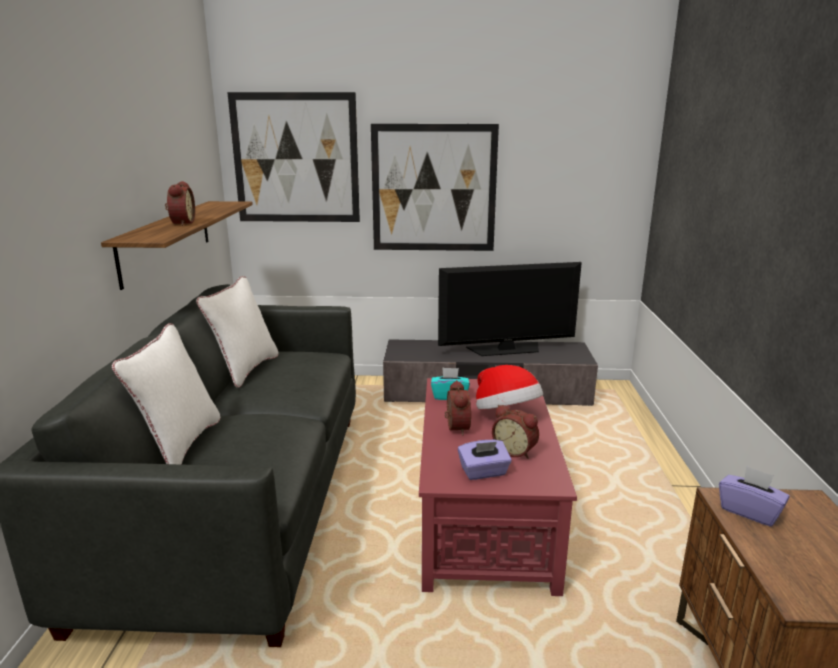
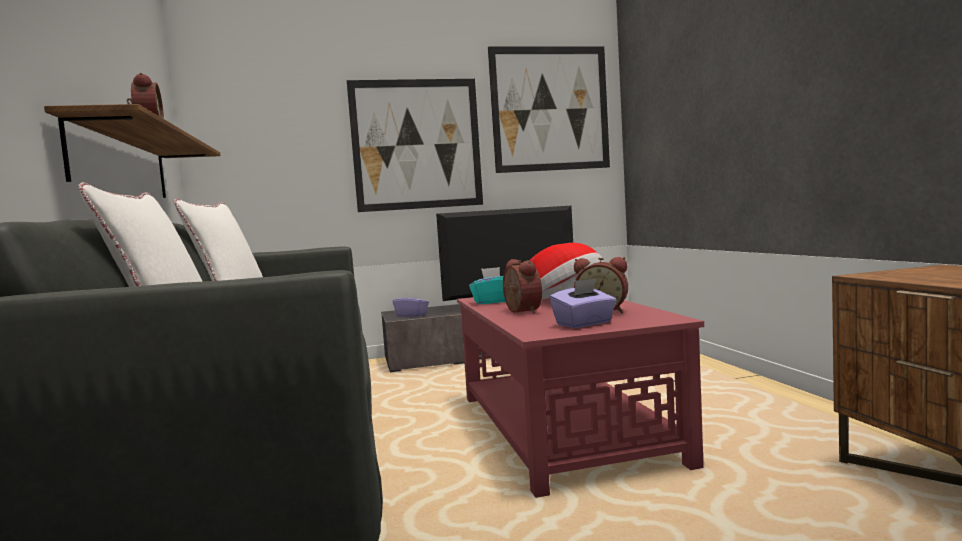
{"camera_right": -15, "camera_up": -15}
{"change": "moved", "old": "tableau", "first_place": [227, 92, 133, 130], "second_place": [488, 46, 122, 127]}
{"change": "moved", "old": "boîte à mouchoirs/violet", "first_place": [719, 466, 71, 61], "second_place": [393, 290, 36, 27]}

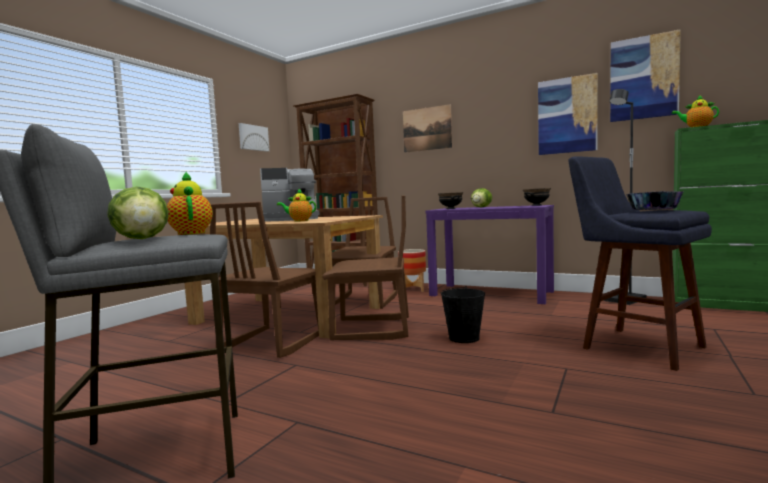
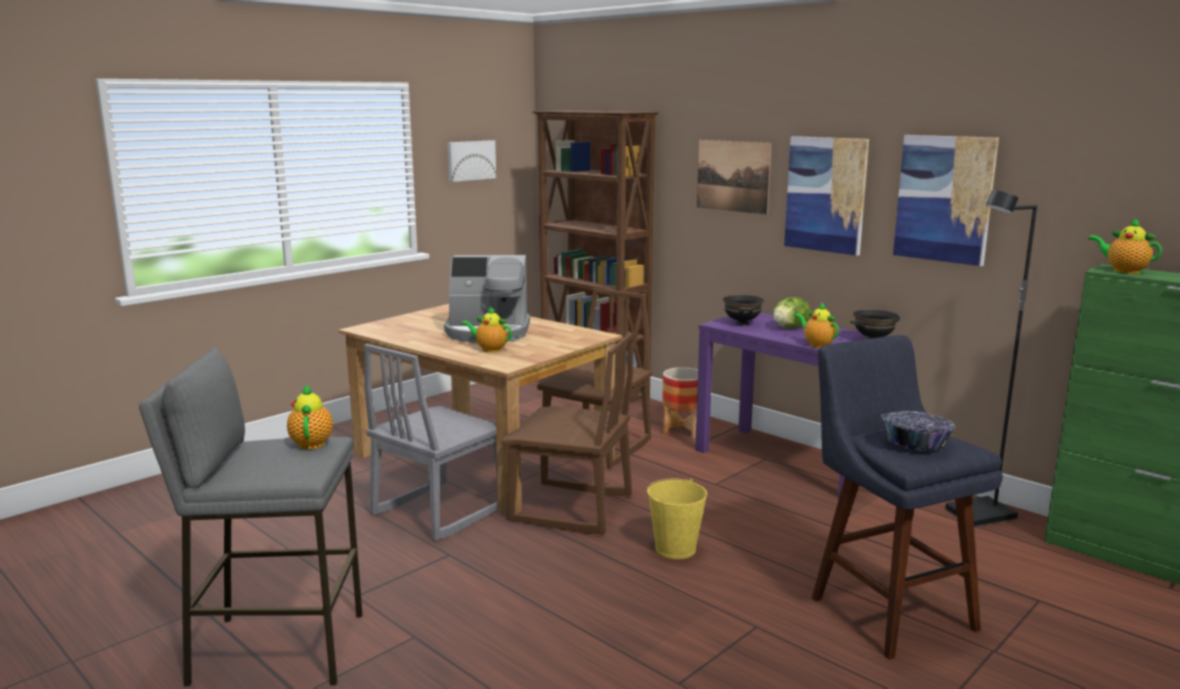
{"camera_right": 15, "camera_up": 10}
{"change": "moved", "old": "tableau", "first_place": [610, 29, 71, 93], "second_place": [784, 136, 85, 120]}
{"change": "removed", "old": "laitue", "first_place": [107, 187, 62, 52]}
{"change": "recoloured", "old": "chaise/marron", "new": "chaise/gris", "first_place": [210, 202, 109, 156], "second_place": [364, 344, 134, 197]}
{"change": "recoloured", "old": "seau/noir", "new": "seau/jaune", "first_place": [440, 286, 45, 57], "second_place": [647, 478, 60, 81]}
{"change": "added", "new": "théière", "second_place": [795, 303, 44, 45]}

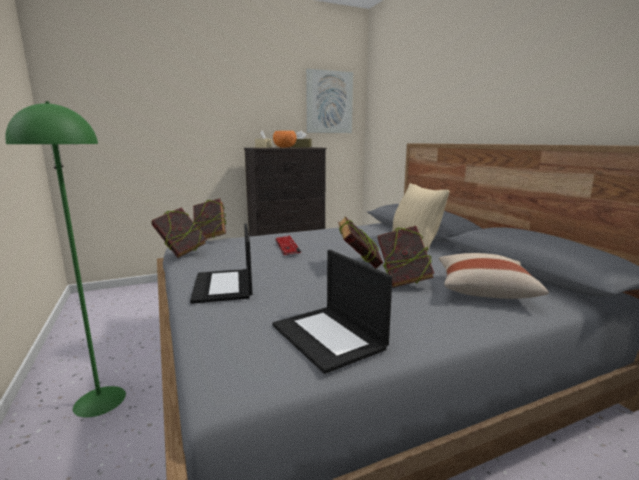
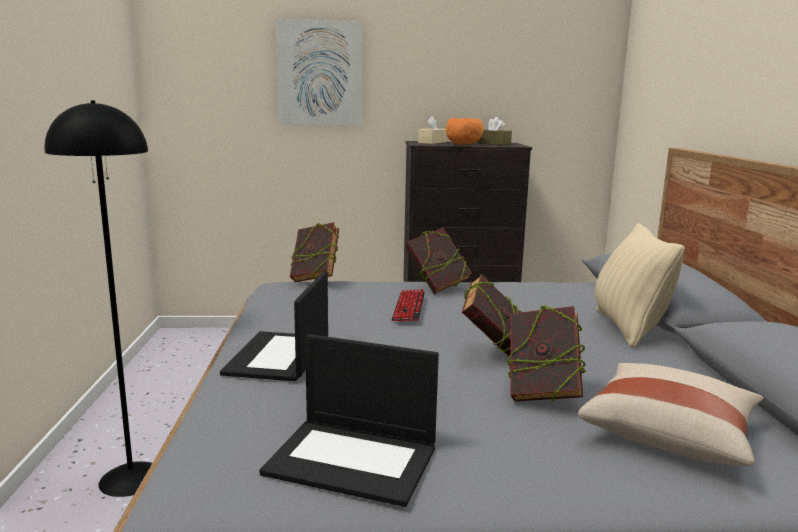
{"camera_right": 20, "camera_up": 0}
{"change": "moved", "old": "tableau", "first_place": [306, 69, 47, 64], "second_place": [276, 19, 86, 107]}
{"change": "recoloured", "old": "lampadaire/vert", "new": "lampadaire/noir", "first_place": [5, 101, 121, 316], "second_place": [45, 100, 107, 397]}
{"change": "moved", "old": "livre", "first_place": [151, 208, 56, 50], "second_place": [406, 228, 66, 66]}
{"change": "turned", "old": "ordinateur portable", "first_place": [272, 250, 120, 124], "second_place": [260, 334, 179, 173], "degrees": -60}

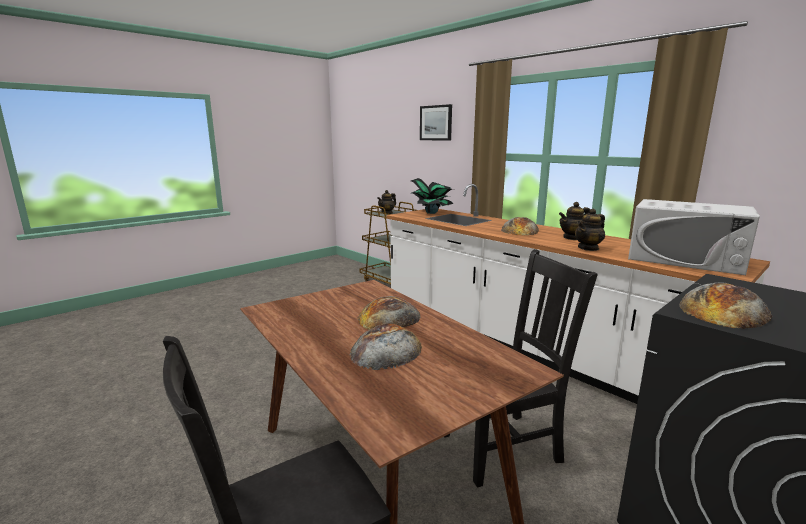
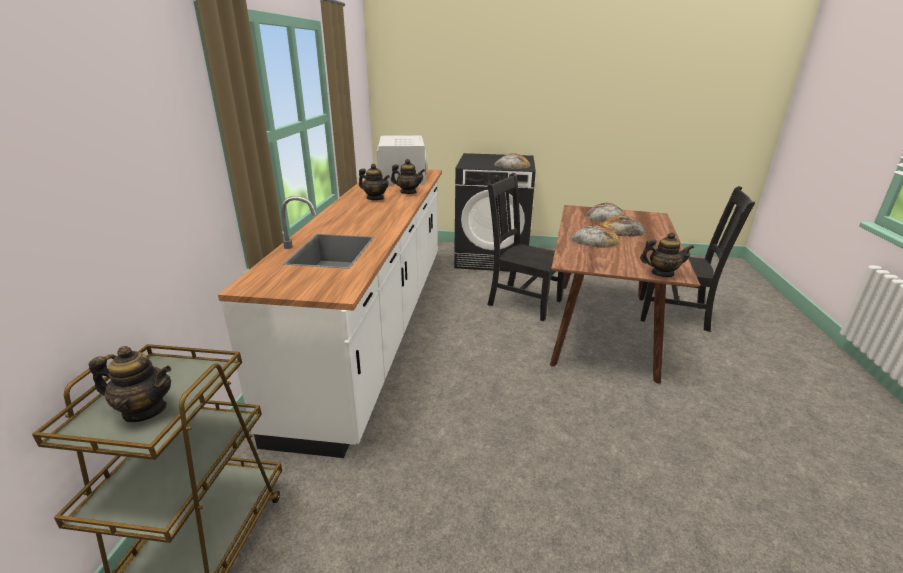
{"camera_right": -130, "camera_up": 10}
{"change": "removed", "old": "tableau", "first_place": [420, 104, 32, 37]}
{"change": "removed", "old": "plante en pot", "first_place": [411, 178, 42, 36]}
{"change": "moved", "old": "pain", "first_place": [501, 217, 38, 19], "second_place": [585, 203, 41, 19]}
{"change": "added", "new": "théière", "second_place": [640, 232, 55, 45]}

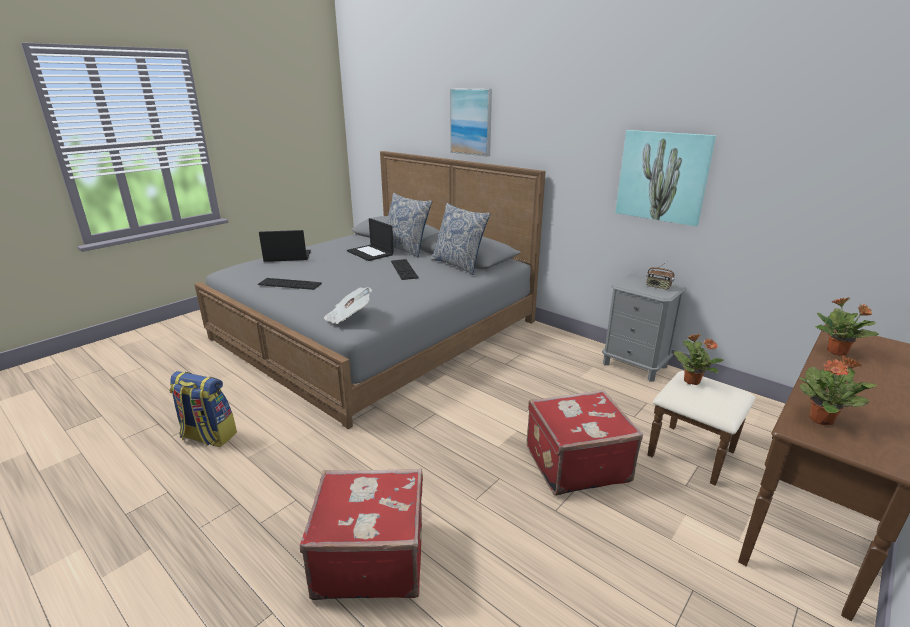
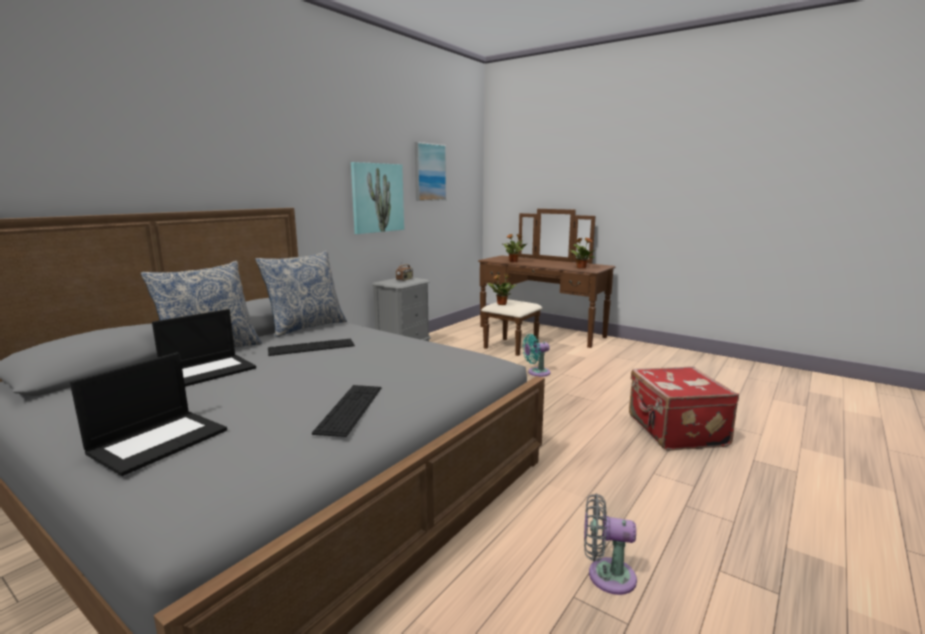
{"camera_right": -95, "camera_up": -10}
{"change": "moved", "old": "tableau", "first_place": [450, 88, 42, 69], "second_place": [415, 142, 31, 59]}
{"change": "turned", "old": "ordinateur portable", "first_place": [259, 230, 52, 32], "second_place": [70, 352, 157, 124], "degrees": -135}
{"change": "removed", "old": "journal", "first_place": [324, 287, 48, 37]}
{"change": "replaced", "old": "sac à dos", "new": "ventilateur/gris", "first_place": [170, 371, 67, 76], "second_place": [584, 494, 53, 101]}
{"change": "replaced", "old": "valise/rouge", "new": "ventilateur/turquoise", "first_place": [527, 390, 116, 106], "second_place": [522, 334, 29, 43]}

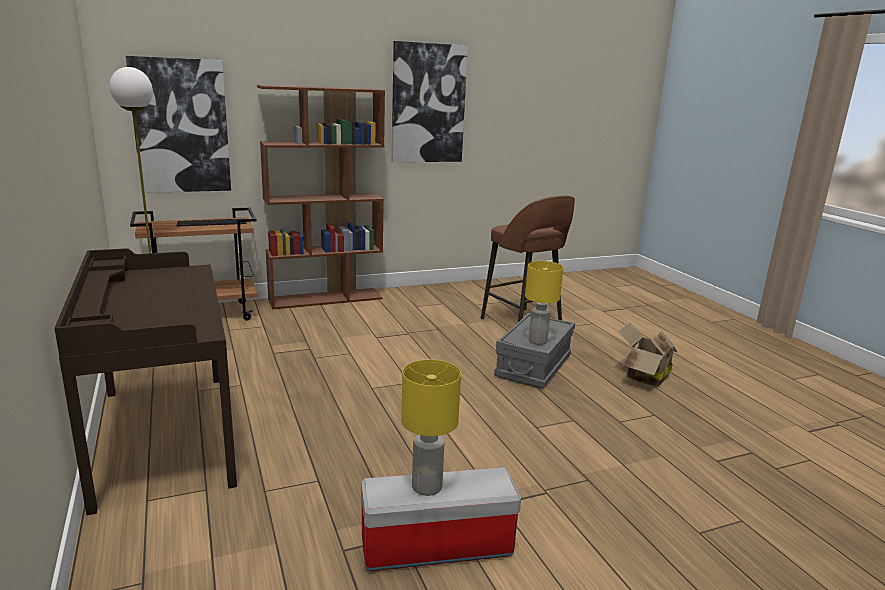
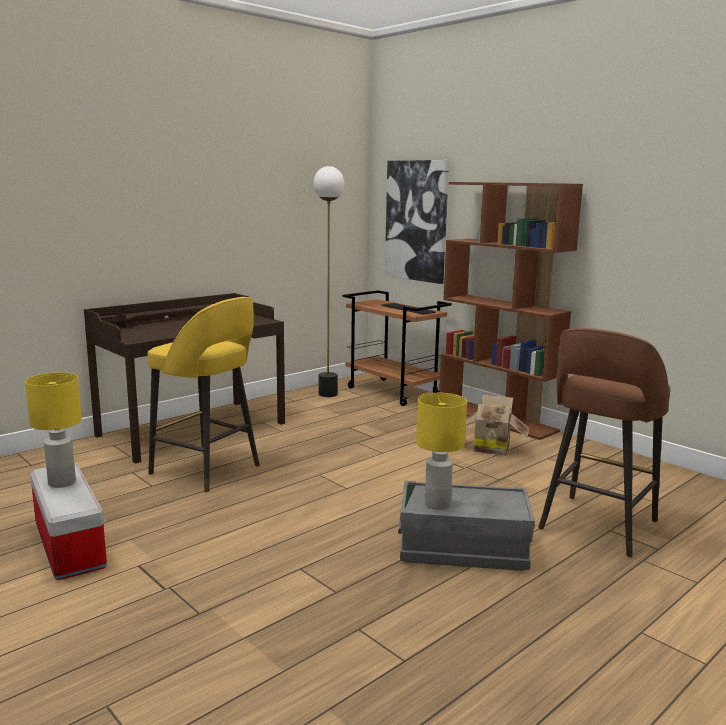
{"camera_right": 70, "camera_up": -5}
{"change": "removed", "old": "tableau", "first_place": [392, 41, 76, 121]}
{"change": "moved", "old": "carton", "first_place": [619, 323, 58, 64], "second_place": [466, 395, 63, 61]}
{"change": "added", "new": "tabouret/jaune", "second_place": [148, 297, 112, 196]}

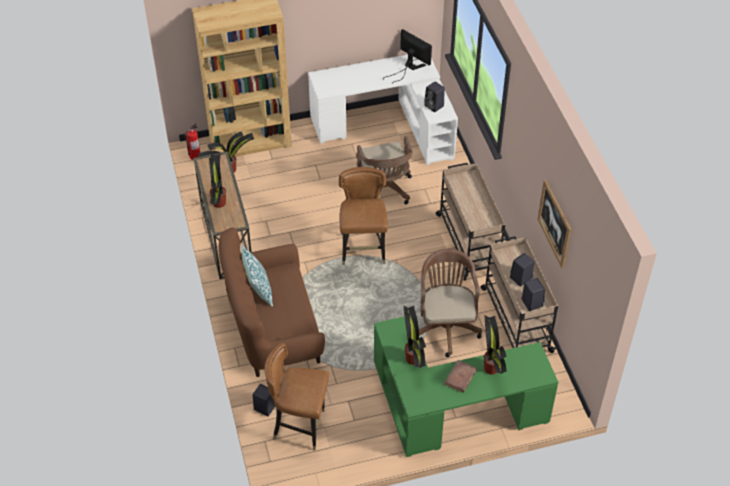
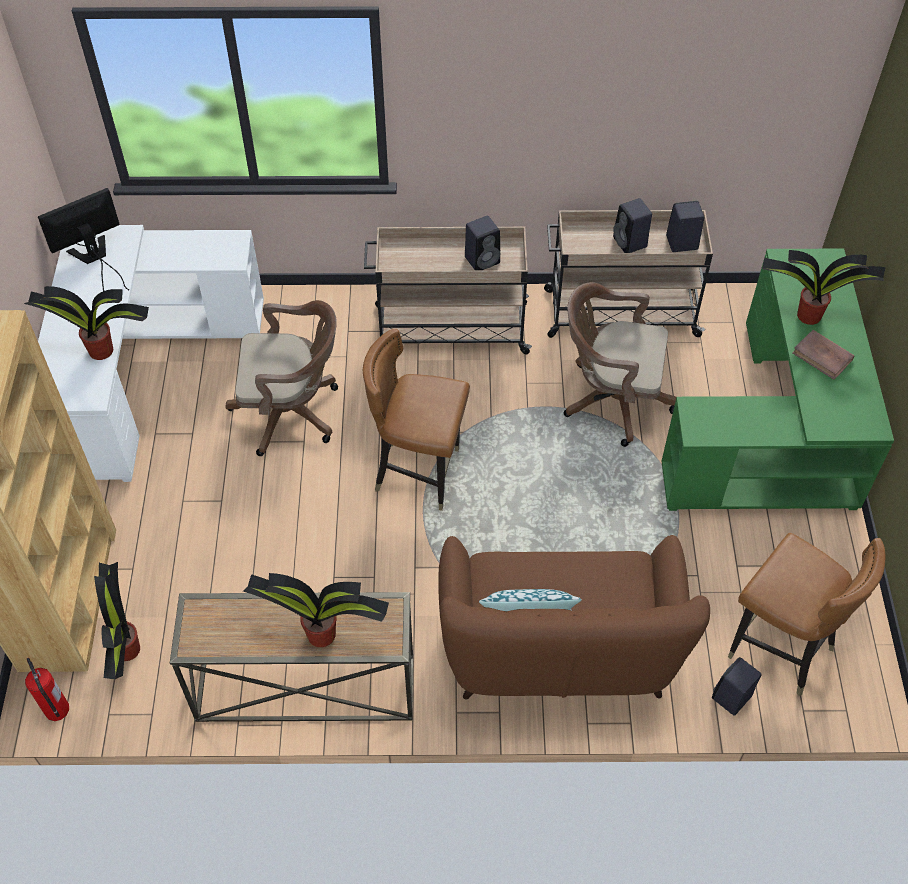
{"camera_right": -75, "camera_up": 5}
{"change": "moved", "old": "enceinte/noir", "first_place": [424, 81, 21, 31], "second_place": [465, 216, 35, 54]}
{"change": "removed", "old": "tableau", "first_place": [538, 180, 34, 88]}
{"change": "moved", "old": "plante en pot", "first_place": [403, 305, 23, 63], "second_place": [24, 286, 125, 74]}
{"change": "turned", "old": "chaise/marron", "first_place": [264, 343, 65, 107], "second_place": [728, 533, 157, 163], "degrees": -75}

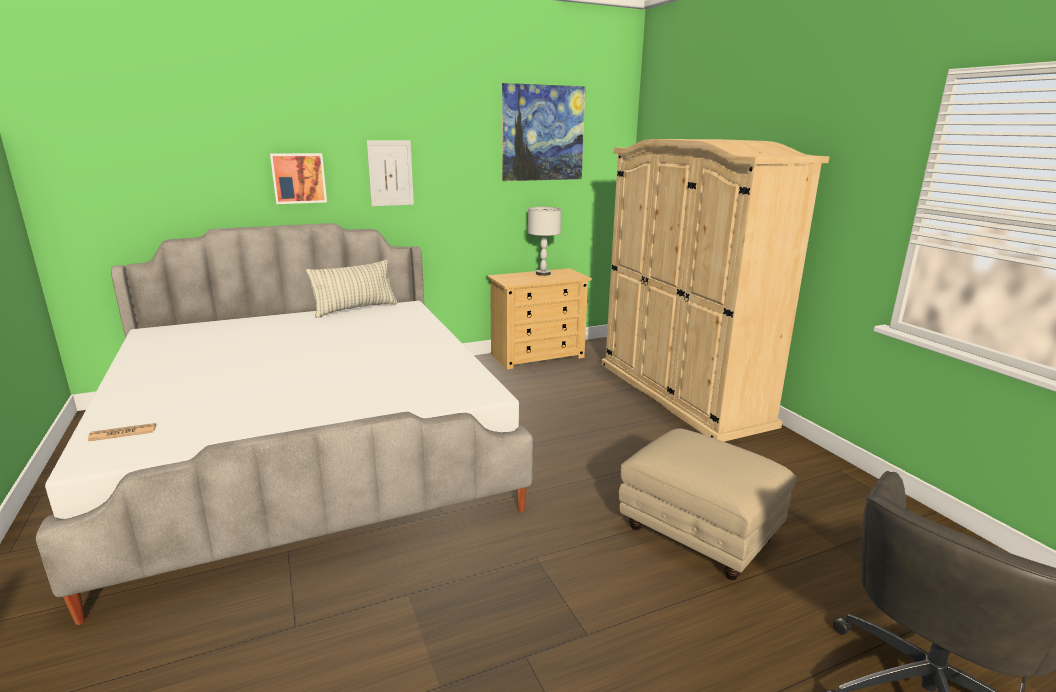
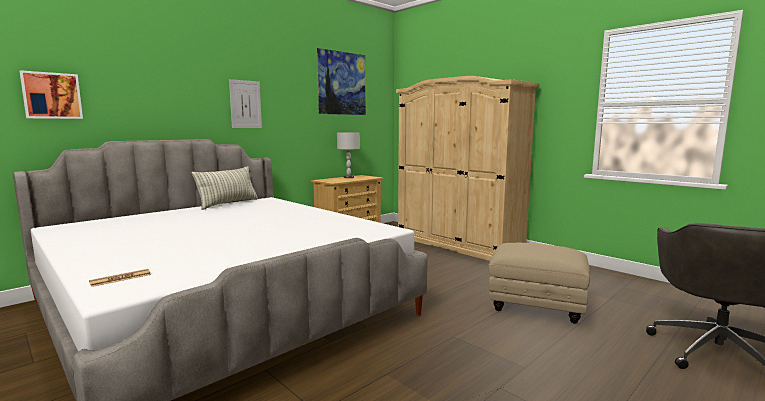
{"camera_right": -20, "camera_up": -10}
{"change": "moved", "old": "tableau", "first_place": [270, 153, 57, 51], "second_place": [19, 70, 64, 49]}

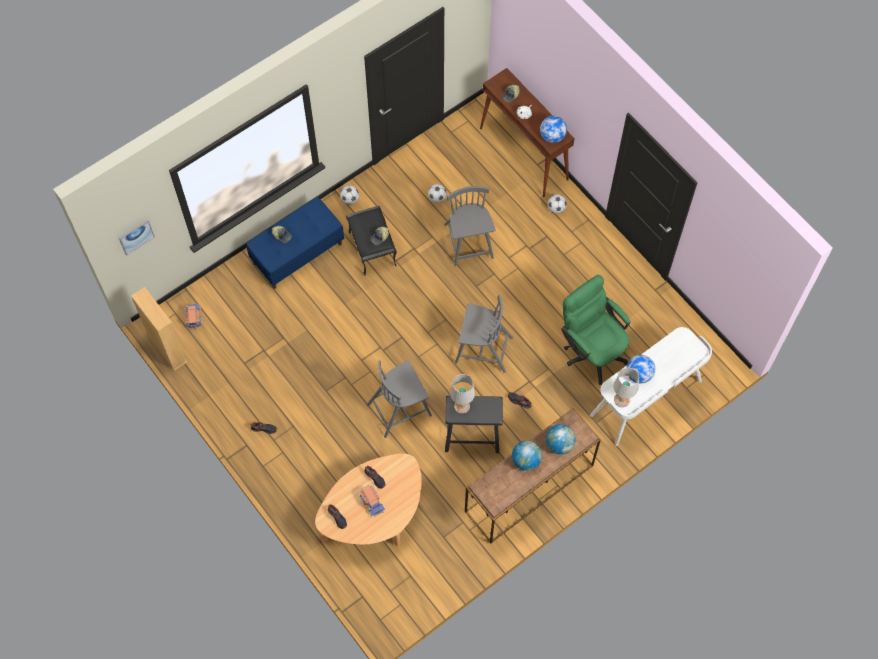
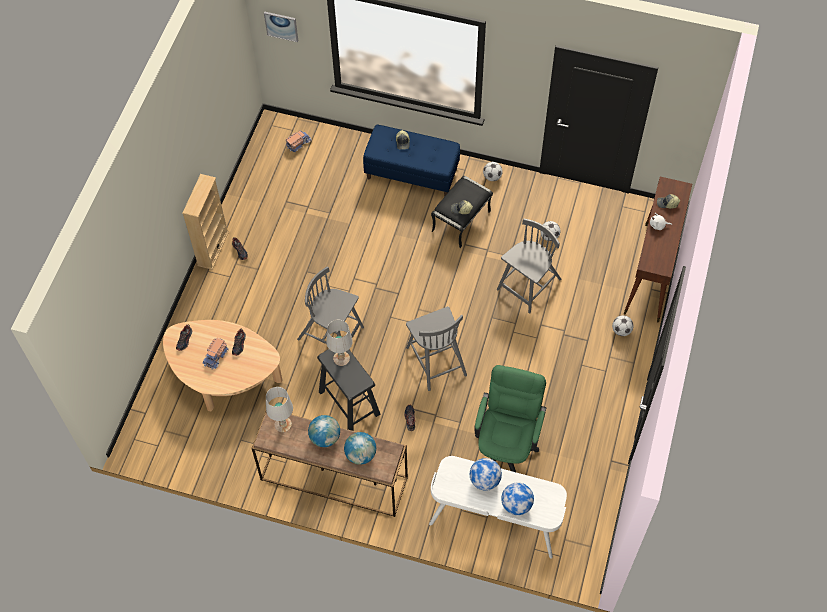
{"camera_right": 55, "camera_up": -5}
{"change": "moved", "old": "globe", "first_place": [540, 116, 27, 27], "second_place": [501, 482, 33, 33]}
{"change": "moved", "old": "bibliothèque/beige", "first_place": [131, 287, 56, 84], "second_place": [182, 174, 47, 96]}
{"change": "moved", "old": "lampe de table/blanc", "first_place": [613, 368, 26, 39], "second_place": [266, 387, 27, 45]}

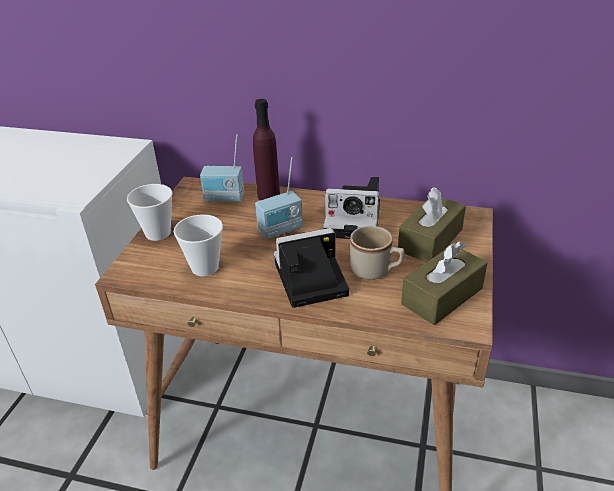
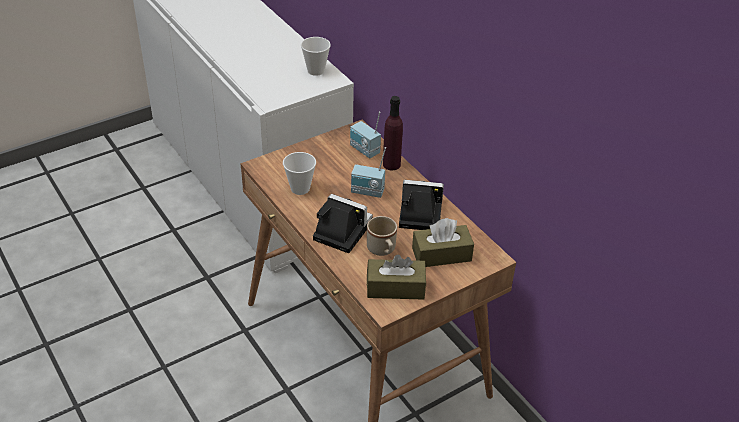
{"camera_right": 40, "camera_up": 5}
{"change": "turned", "old": "appareil photo", "first_place": [323, 177, 57, 62], "second_place": [399, 180, 45, 50], "degrees": 135}
{"change": "moved", "old": "tasse", "first_place": [127, 184, 45, 57], "second_place": [301, 37, 30, 39]}

